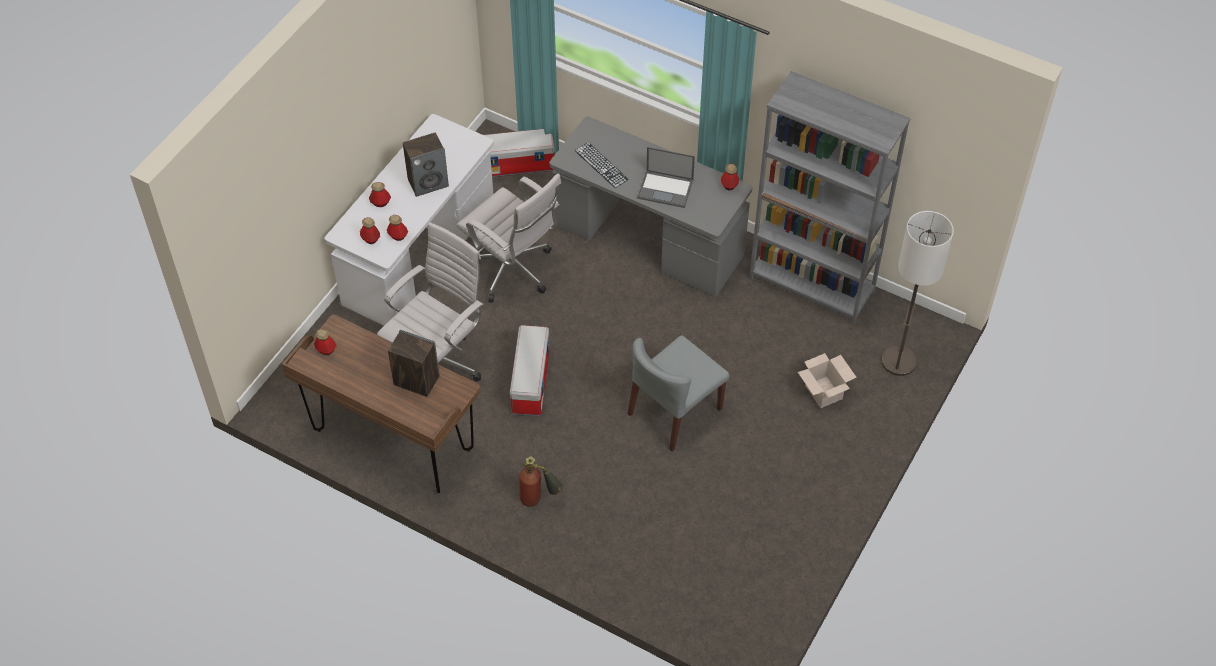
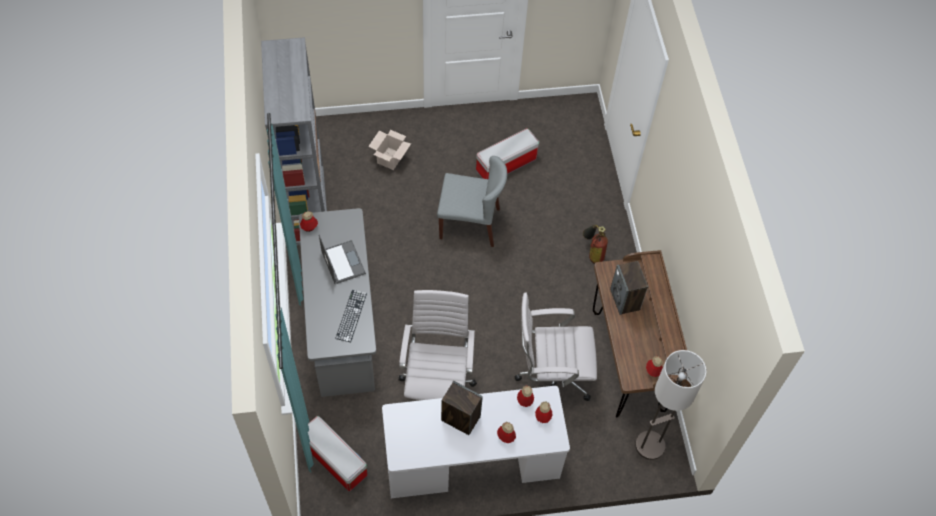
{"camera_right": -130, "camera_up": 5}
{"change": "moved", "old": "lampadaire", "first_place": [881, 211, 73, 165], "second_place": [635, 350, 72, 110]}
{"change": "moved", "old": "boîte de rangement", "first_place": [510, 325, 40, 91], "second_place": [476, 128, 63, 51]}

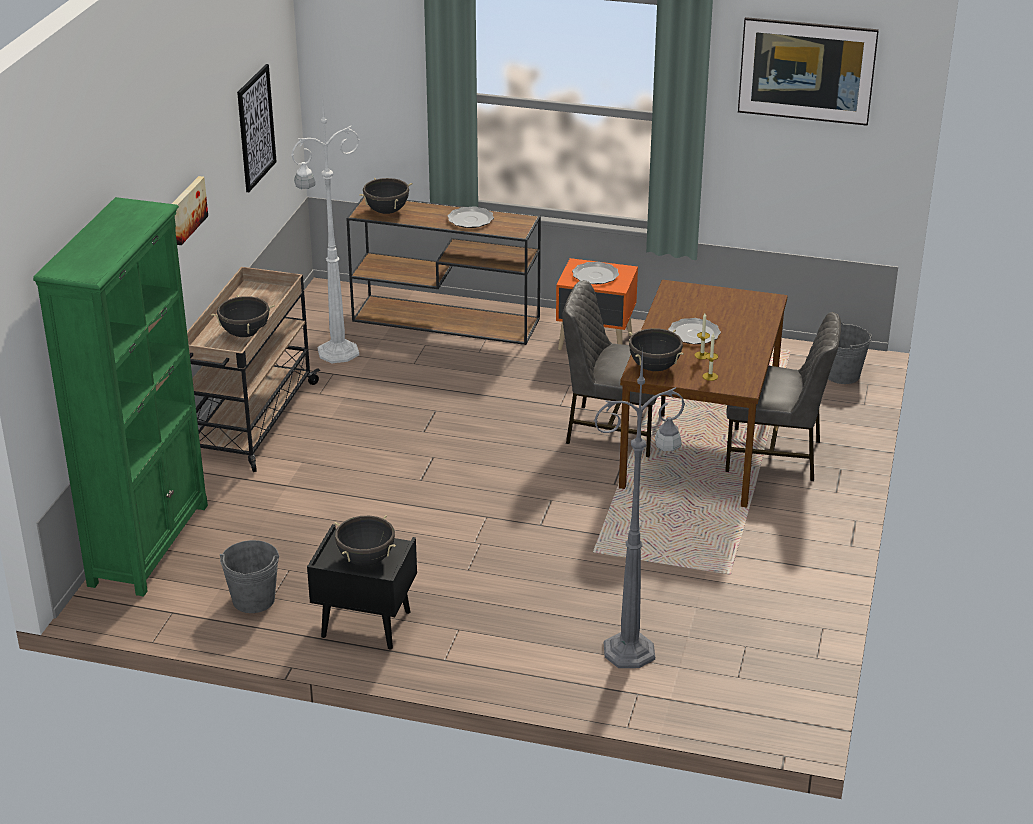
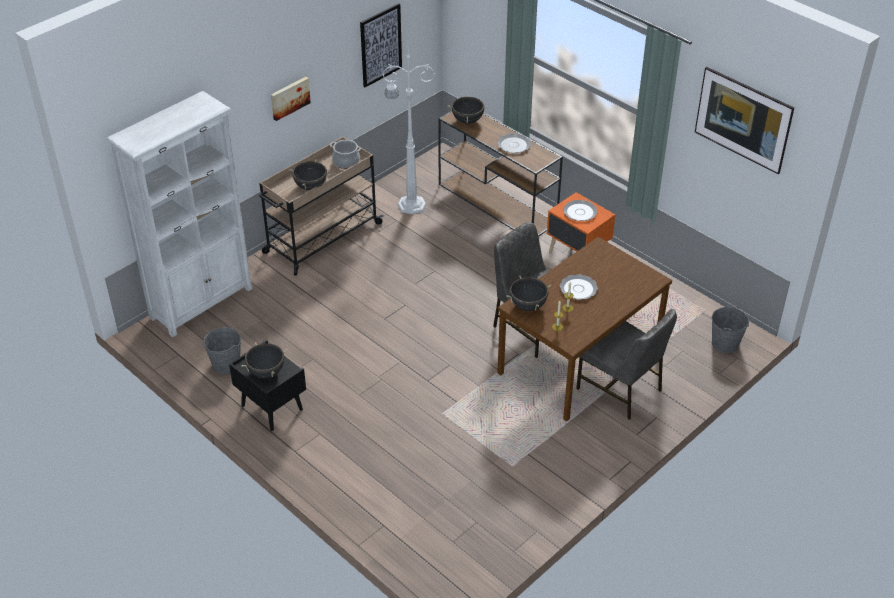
{"camera_right": 30, "camera_up": 10}
{"change": "recoloured", "old": "bibliothèque/vert", "new": "bibliothèque/blanc", "first_place": [33, 197, 175, 400], "second_place": [107, 91, 145, 246]}
{"change": "removed", "old": "lampadaire/gris", "first_place": [594, 349, 91, 319]}
{"change": "added", "new": "marmite", "second_place": [330, 140, 31, 29]}

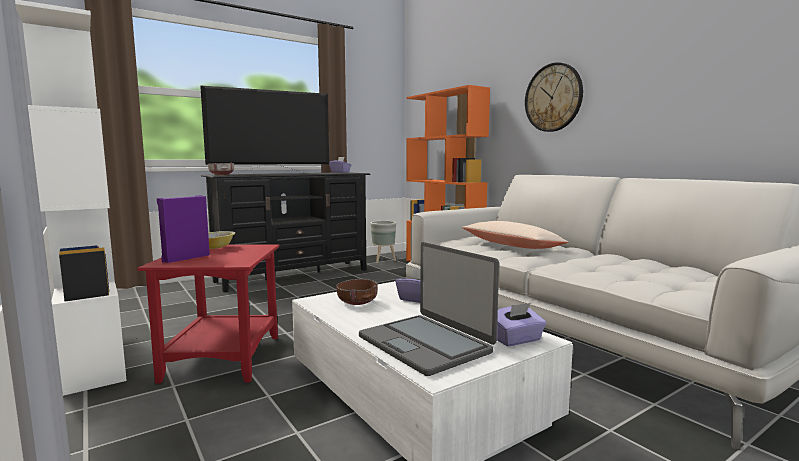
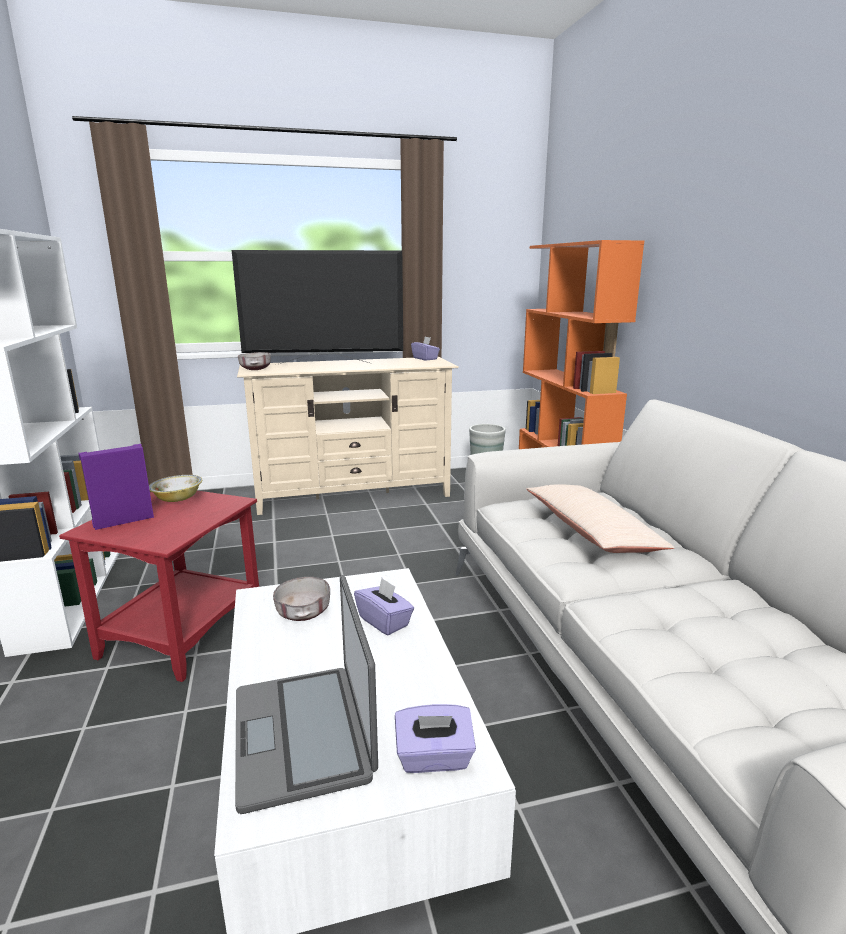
{"camera_right": 20, "camera_up": 10}
{"change": "removed", "old": "horloge murale", "first_place": [525, 62, 58, 70]}
{"change": "recoloured", "old": "meuble télé/noir", "new": "meuble télé/beige", "first_place": [201, 172, 169, 120], "second_place": [237, 357, 222, 158]}
{"change": "recoloured", "old": "bol/marron", "new": "bol/gris", "first_place": [336, 279, 42, 26], "second_place": [273, 577, 57, 44]}

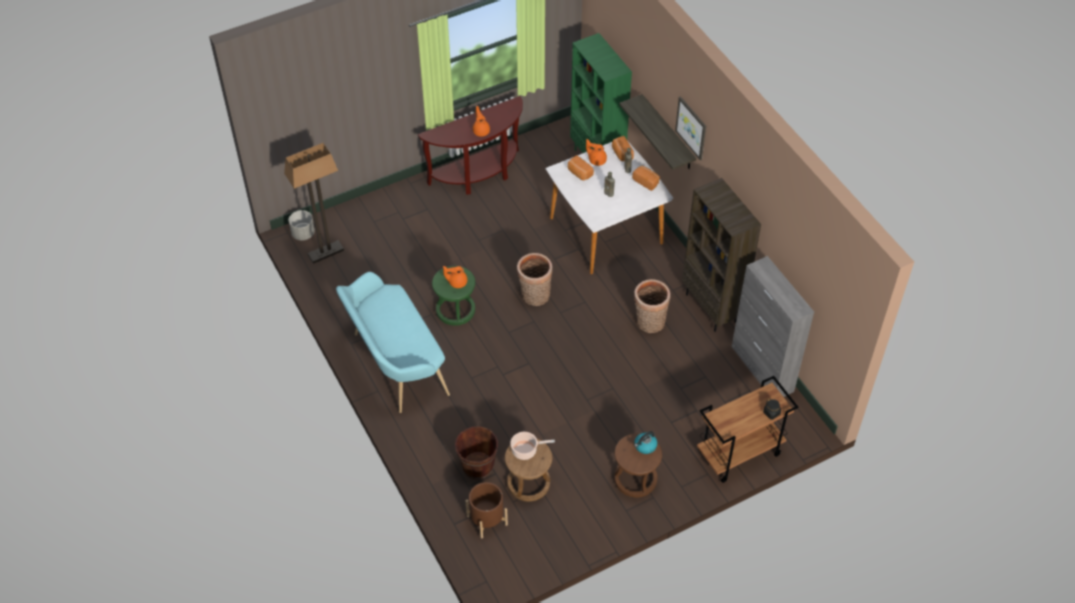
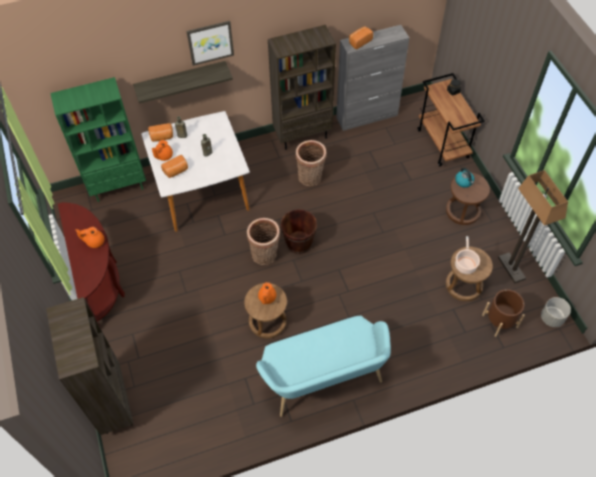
{"camera_right": -80, "camera_up": 5}
{"change": "moved", "old": "lampadaire", "first_place": [284, 143, 60, 121], "second_place": [498, 170, 70, 114]}
{"change": "moved", "old": "pain", "first_place": [632, 166, 28, 25], "second_place": [349, 26, 24, 23]}
{"change": "moved", "old": "cache-pot/gris", "first_place": [289, 210, 26, 30], "second_place": [541, 297, 30, 30]}
{"change": "recoloured", "old": "tabouret/vert", "new": "tabouret/marron", "first_place": [432, 266, 43, 60], "second_place": [244, 283, 43, 56]}
{"change": "moved", "old": "seau/marron", "first_place": [455, 426, 43, 53], "second_place": [281, 209, 36, 45]}
{"change": "added", "new": "bibliothèque/marron", "second_place": [46, 297, 87, 138]}

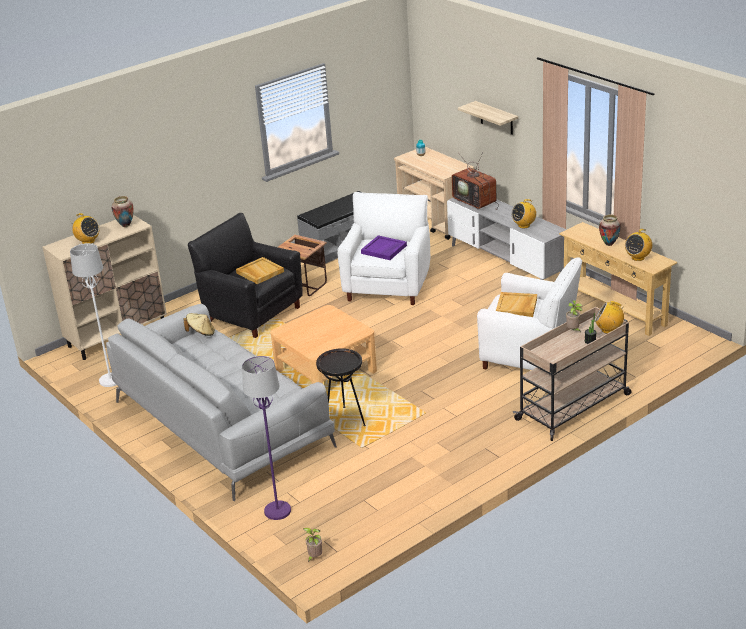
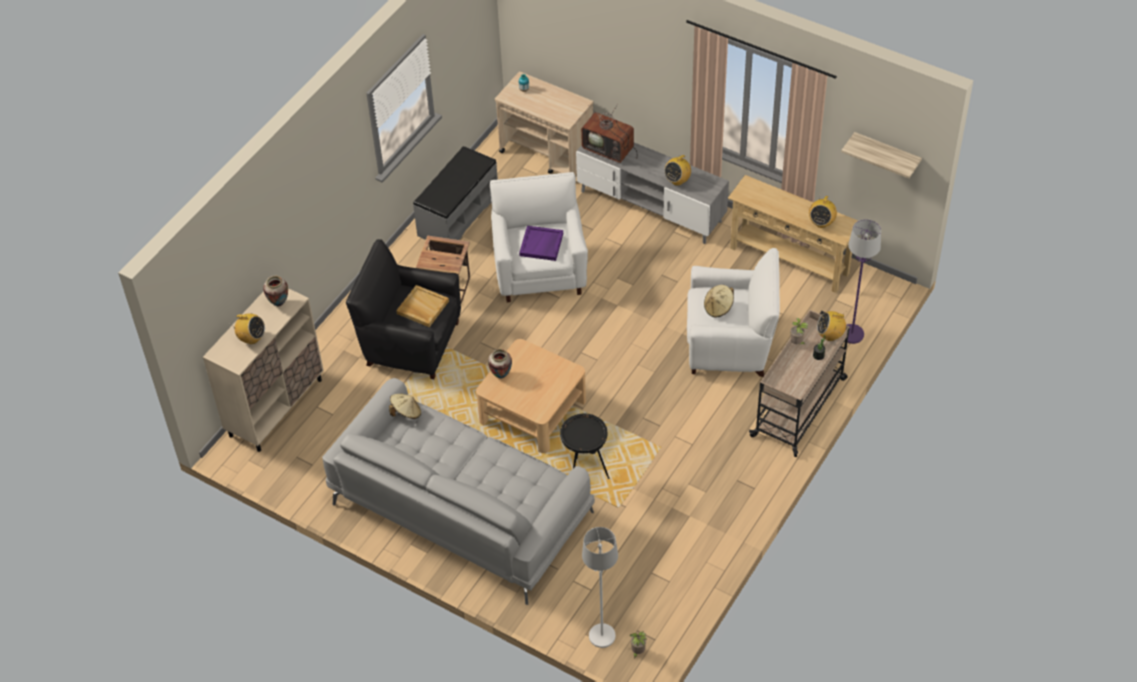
{"camera_right": -20, "camera_up": 20}
{"change": "moved", "old": "étagère", "first_place": [458, 101, 60, 34], "second_place": [841, 132, 81, 47]}
{"change": "moved", "old": "vase", "first_place": [599, 214, 22, 32], "second_place": [488, 349, 24, 29]}
{"change": "moved", "old": "lampadaire/blanc", "first_place": [70, 243, 46, 144], "second_place": [582, 527, 36, 121]}
{"change": "replaced", "old": "plateau/beige", "new": "chapeau/beige", "first_place": [496, 292, 41, 25], "second_place": [704, 285, 30, 33]}
{"change": "moved", "old": "lampadaire/violet", "first_place": [242, 356, 49, 164], "second_place": [847, 219, 34, 125]}

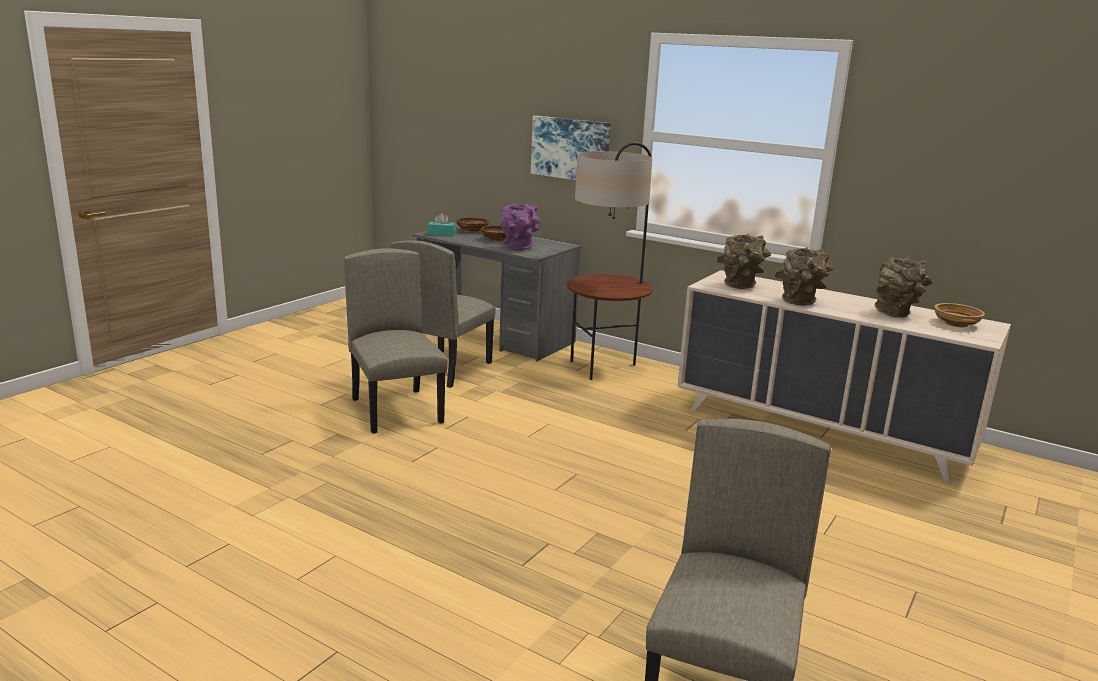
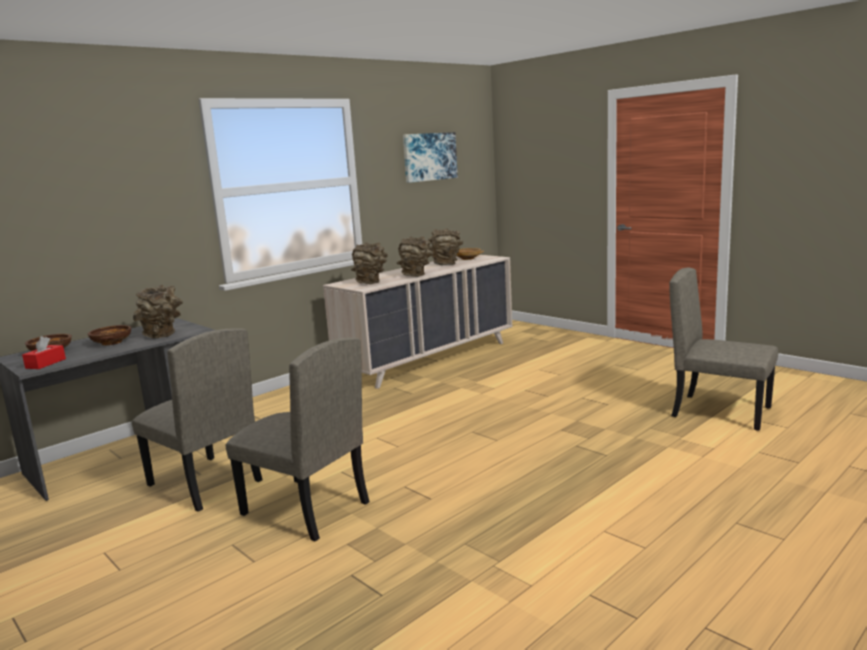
{"camera_right": -75, "camera_up": -5}
{"change": "moved", "old": "tableau", "first_place": [531, 116, 79, 64], "second_place": [403, 132, 55, 51]}
{"change": "removed", "old": "lampadaire", "first_place": [567, 142, 86, 238]}
{"change": "recoloured", "old": "vase/violet", "new": "vase/marron", "first_place": [501, 204, 40, 46], "second_place": [133, 285, 50, 53]}
{"change": "recoloured", "old": "boîte à mouchoirs/turquoise", "new": "boîte à mouchoirs/rouge", "first_place": [428, 213, 28, 24], "second_place": [22, 336, 44, 33]}
{"change": "turned", "old": "chaise/beige", "first_place": [344, 249, 104, 185], "second_place": [225, 337, 145, 204], "degrees": -135}

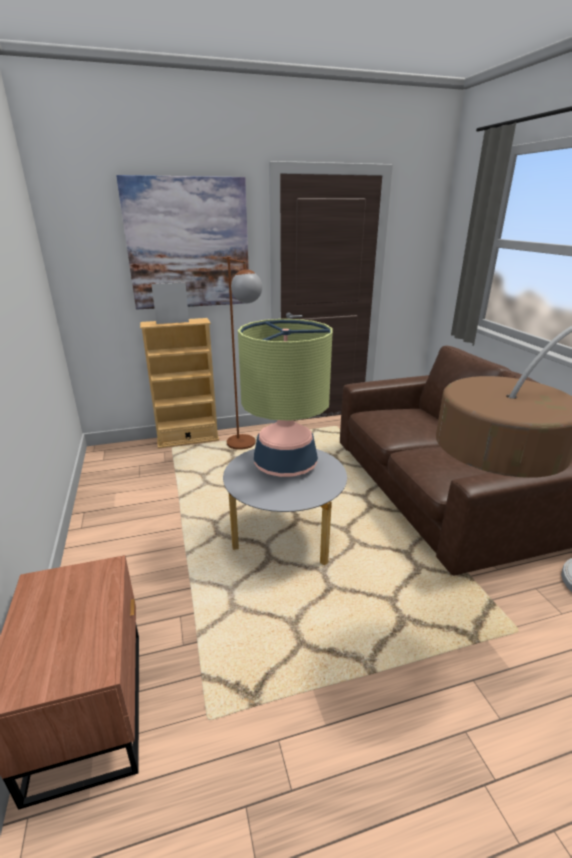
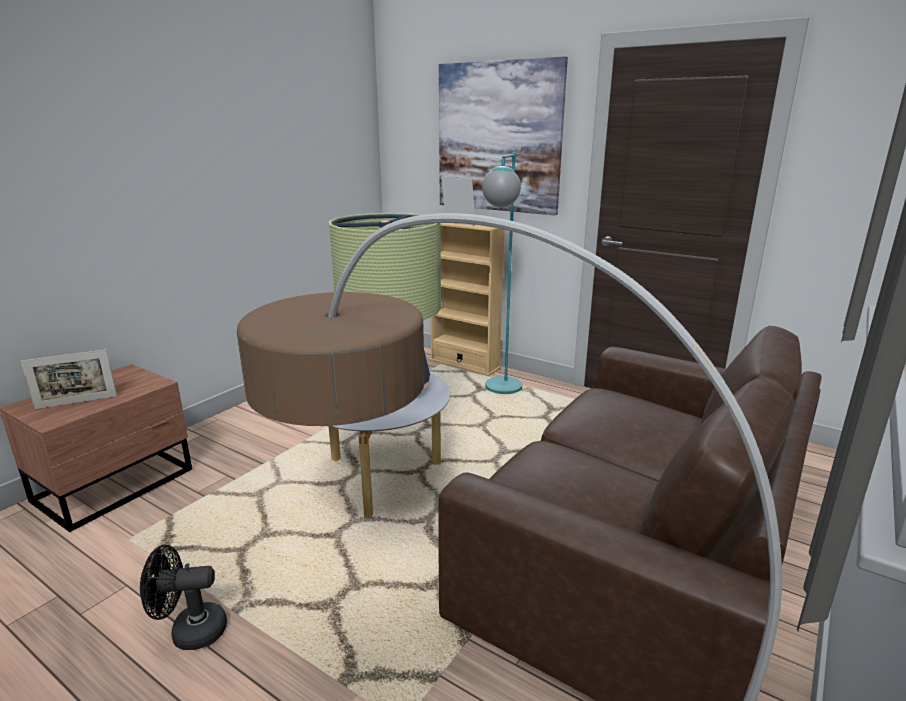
{"camera_right": 50, "camera_up": -5}
{"change": "recoloured", "old": "lampadaire/marron", "new": "lampadaire/turquoise", "first_place": [223, 257, 39, 193], "second_place": [482, 152, 40, 242]}
{"change": "added", "new": "cadre photo", "second_place": [21, 349, 96, 60]}
{"change": "added", "new": "ventilateur/noir", "second_place": [140, 545, 87, 105]}

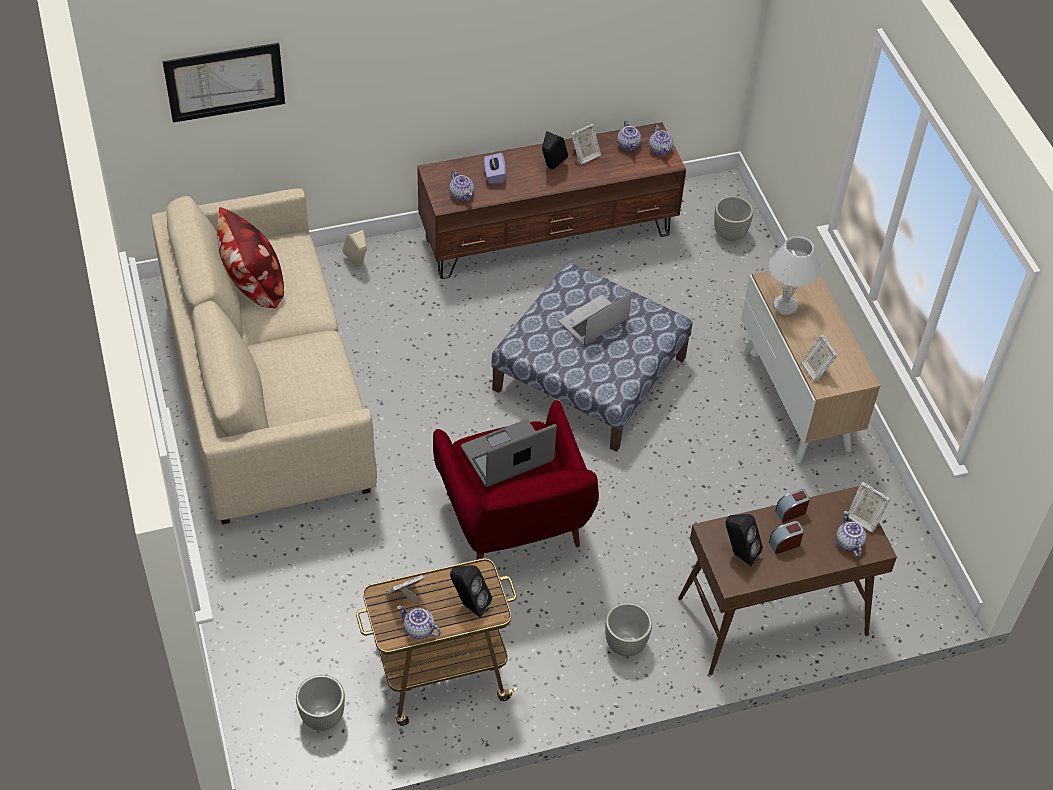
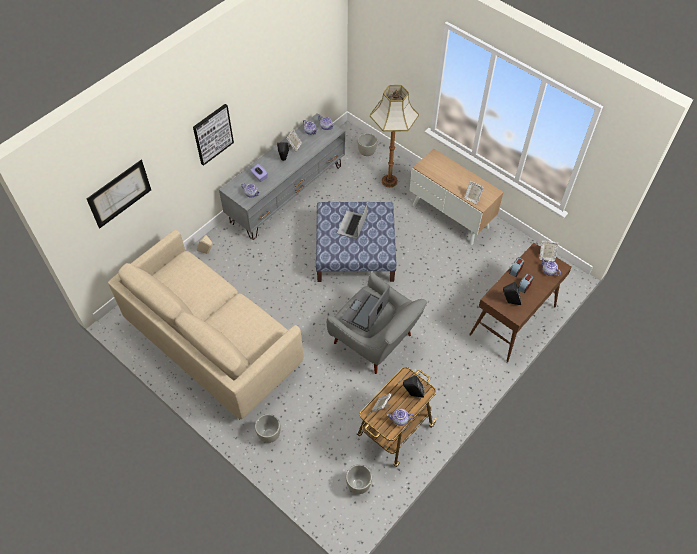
{"camera_right": -30, "camera_up": 5}
{"change": "recoloured", "old": "meuble télé/marron", "new": "meuble télé/gris", "first_place": [417, 122, 269, 157], "second_place": [219, 113, 126, 127]}
{"change": "removed", "old": "coussin", "first_place": [217, 207, 67, 102]}
{"change": "removed", "old": "lampe de table/blanc", "first_place": [769, 236, 52, 79]}
{"change": "recoloured", "old": "fauteuil/rouge", "new": "fauteuil/gris", "first_place": [433, 400, 166, 160], "second_place": [327, 272, 100, 102]}
{"change": "moved", "old": "cache-pot/gris", "first_place": [605, 603, 47, 53], "second_place": [255, 414, 26, 29]}
{"change": "added", "new": "lampadaire", "second_place": [370, 85, 49, 102]}
{"change": "added", "new": "tableau", "second_place": [193, 104, 41, 62]}

